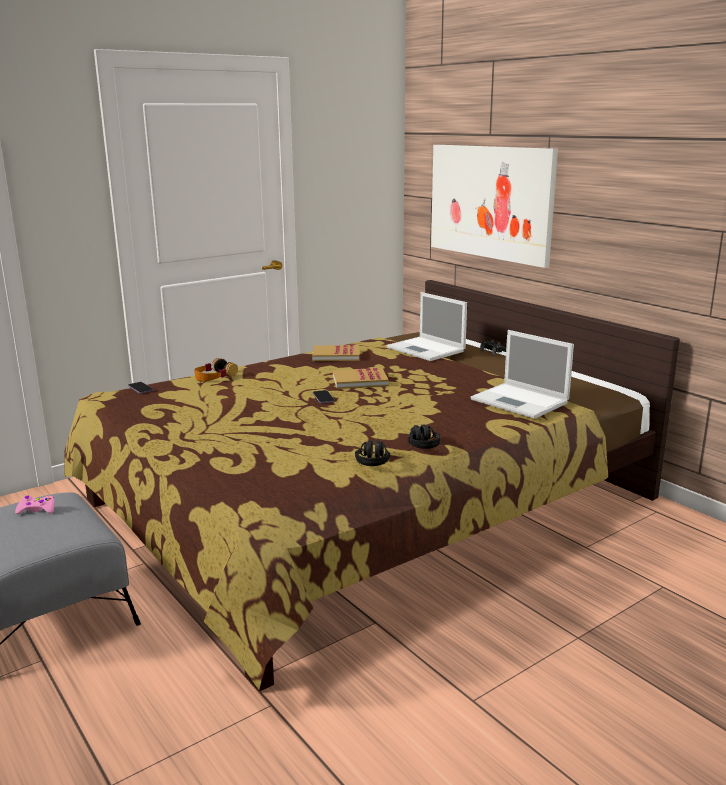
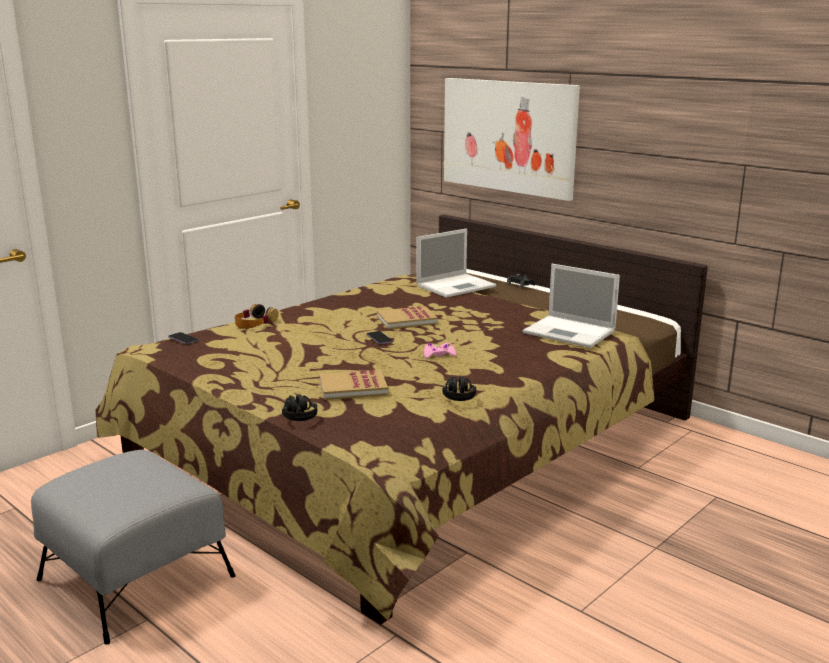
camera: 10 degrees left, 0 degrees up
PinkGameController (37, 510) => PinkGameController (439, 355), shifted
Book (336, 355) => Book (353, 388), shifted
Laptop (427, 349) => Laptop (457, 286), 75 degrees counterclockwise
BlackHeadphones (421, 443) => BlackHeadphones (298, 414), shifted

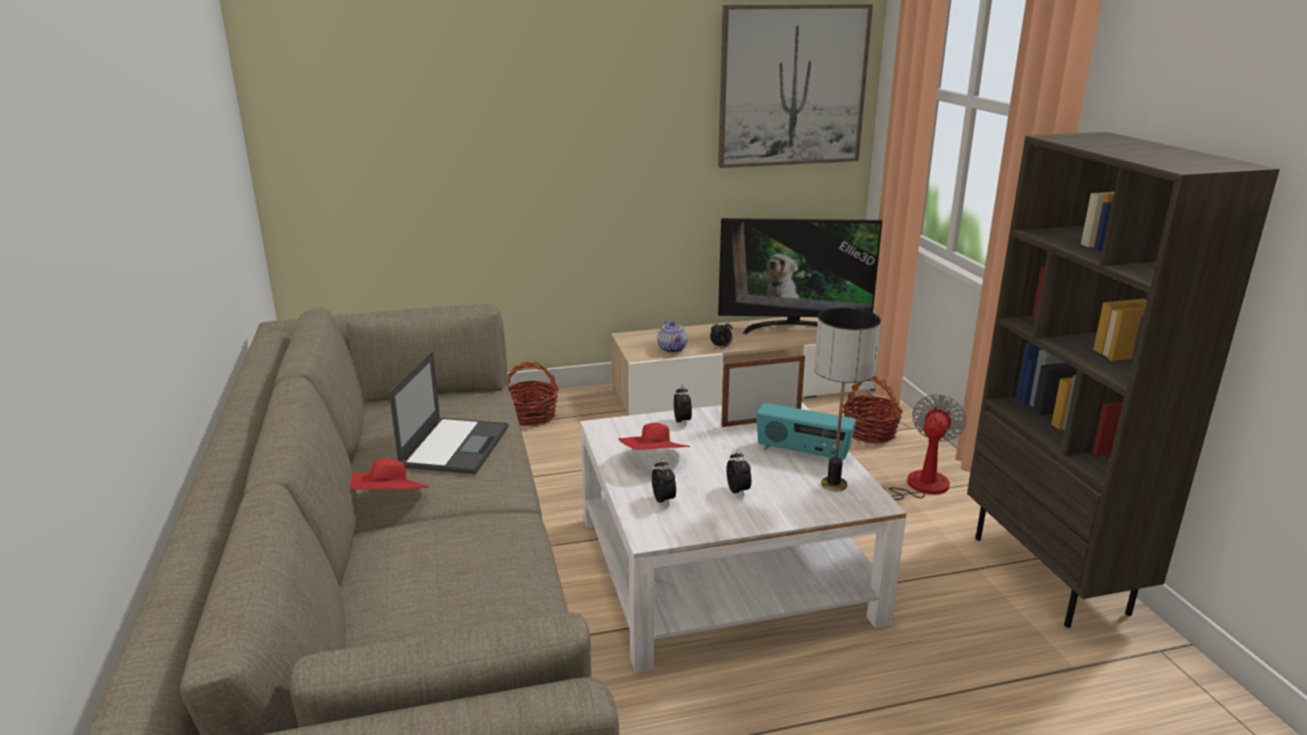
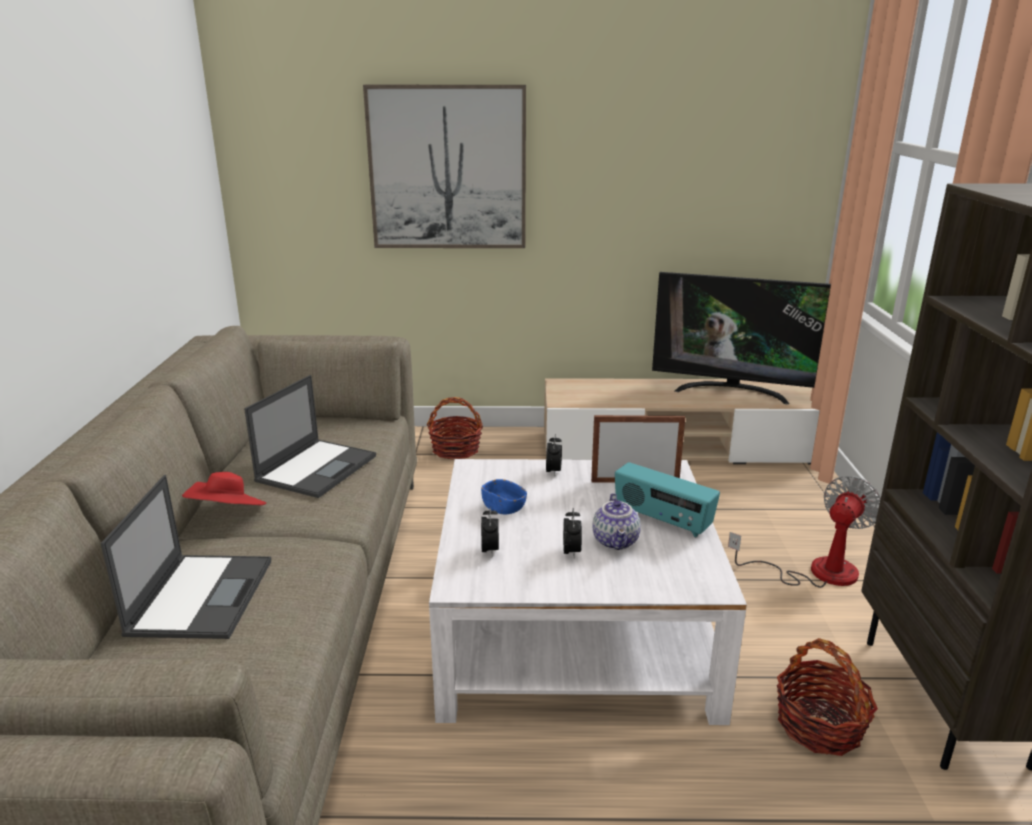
camera: 15 degrees right, 0 degrees up
RedHat (654, 461) => BlueBowl (503, 508)
Teapot (673, 349) => Teapot (616, 542), shifted
AlarmClock (721, 347) => nothing
Picture (792, 86) => Picture (447, 168), shifted
TableLamp (834, 484) => nothing
Basket (870, 432) => Basket (819, 725), shifted
nothing => Laptop (202, 595)

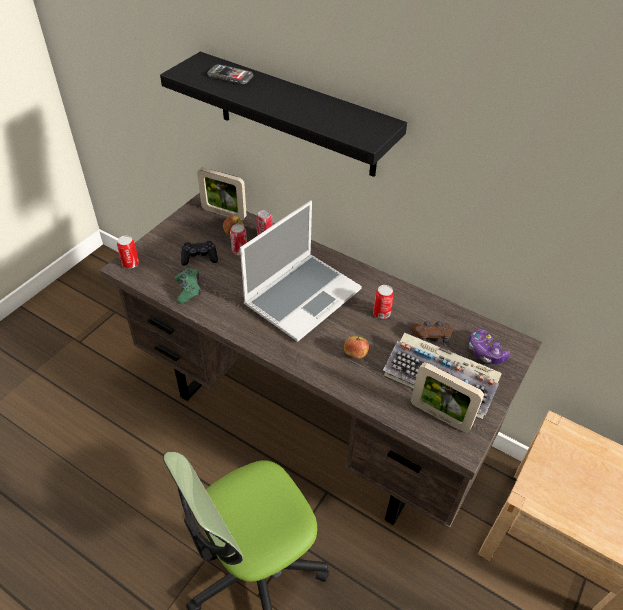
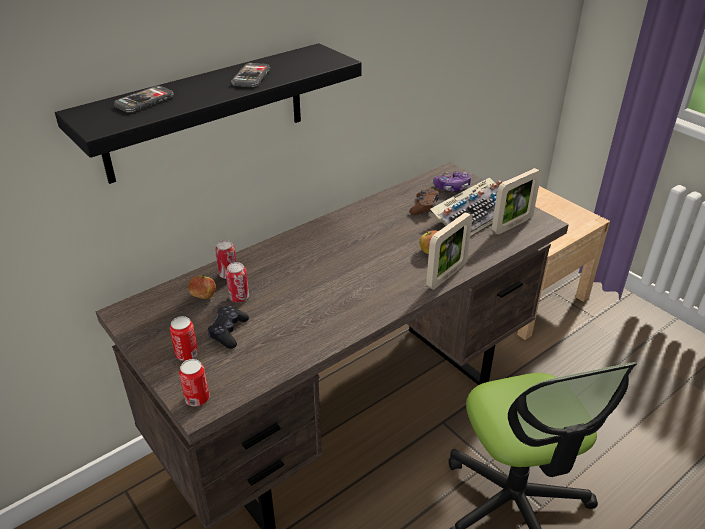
camera: 70 degrees left, 10 degrees down
GreenGameController (188, 289) => nothing
PictureFrame (224, 213) => PictureFrame (446, 276), shifted
Laptop (302, 296) => nothing
Can (381, 313) => Can (187, 354), shifted
nothing => Phone (251, 77)

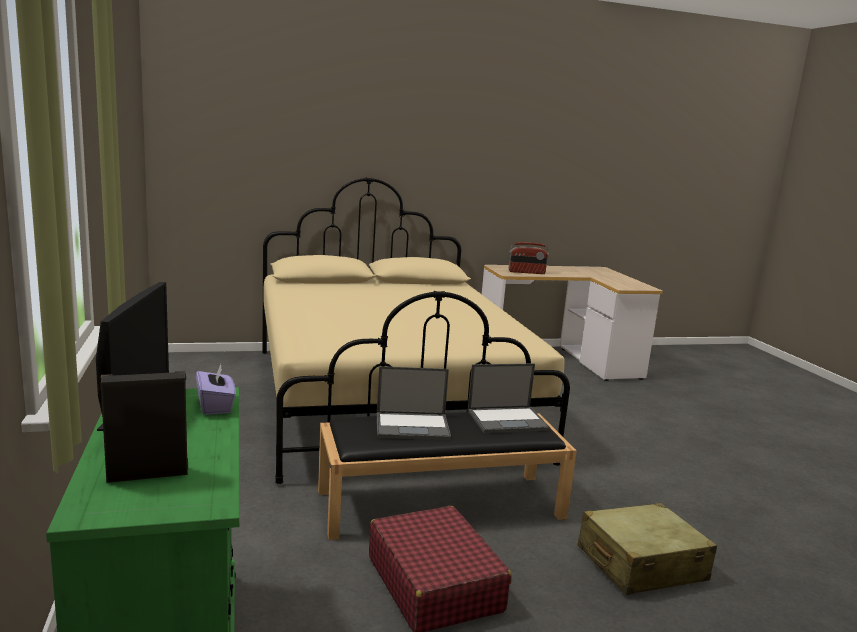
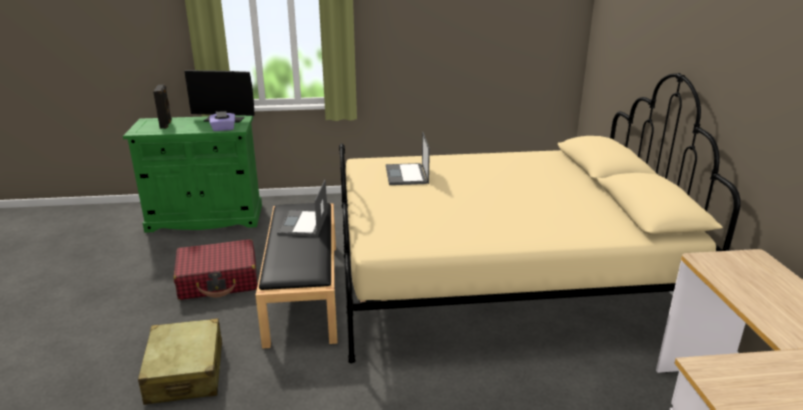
camera: 100 degrees right, 10 degrees up
Laptop (508, 420) => Laptop (407, 175), shifted
Radio (526, 272) => nothing

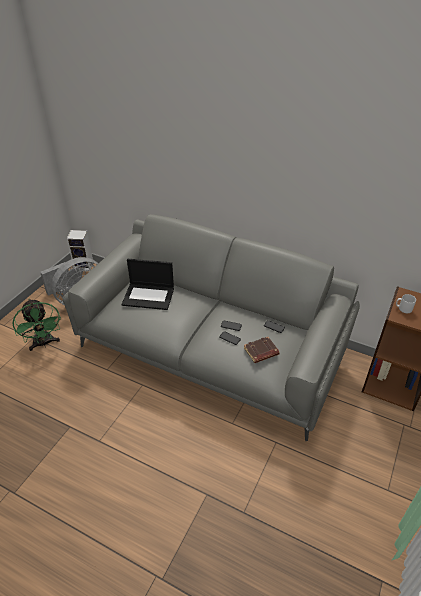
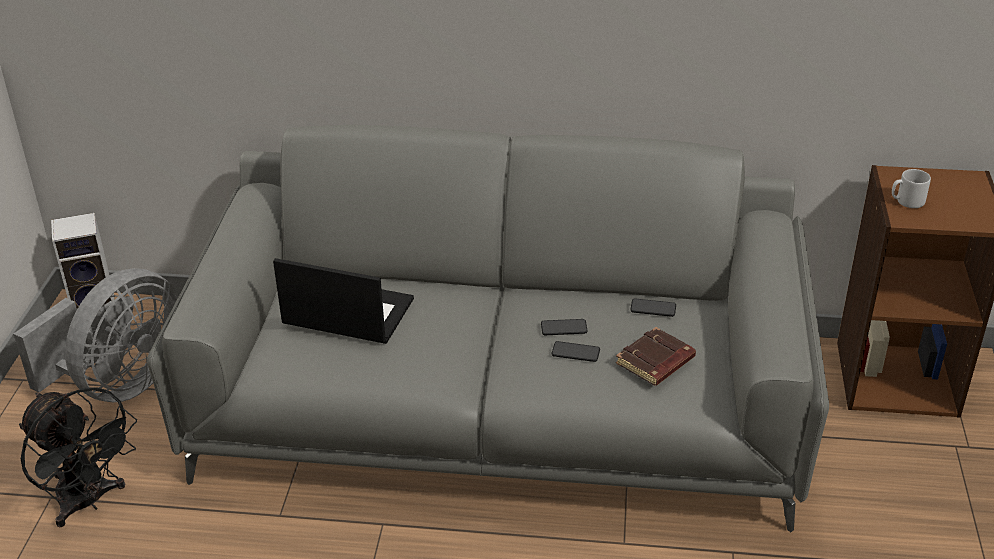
camera: 20 degrees left, 5 degrees down
GreenFan (44, 343) => BlackFan (88, 502)
Laptop (149, 296) => Laptop (346, 313), 150 degrees counterclockwise

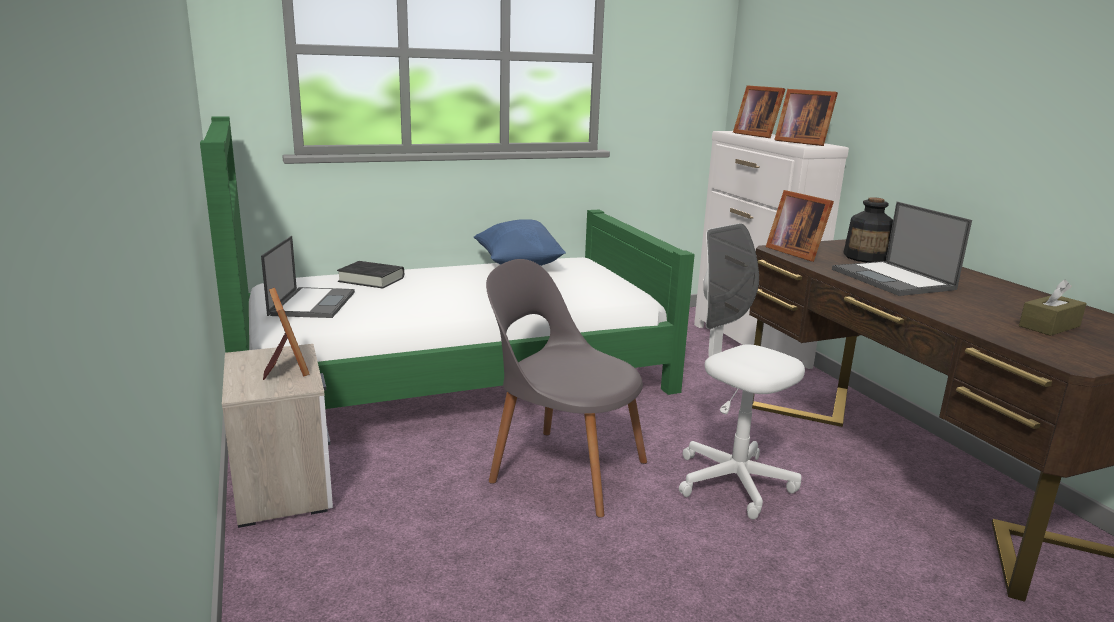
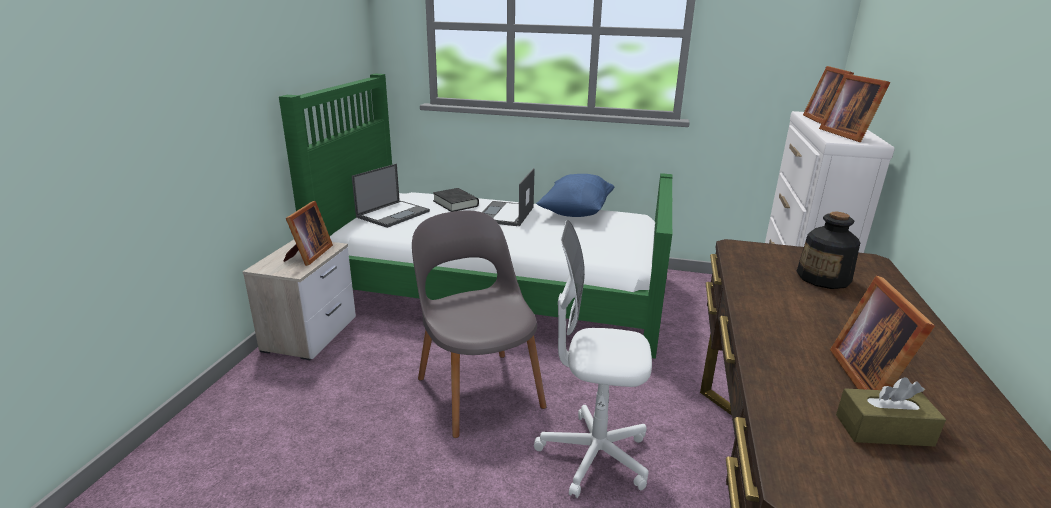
camera: 35 degrees right, 5 degrees up
WhiteOfficeChair (733, 482) => WhiteOfficeChair (594, 456), 75 degrees counterclockwise
PictureFrame (796, 253) => PictureFrame (870, 376), shifted
Laptop (893, 279) => Laptop (505, 214), shifted

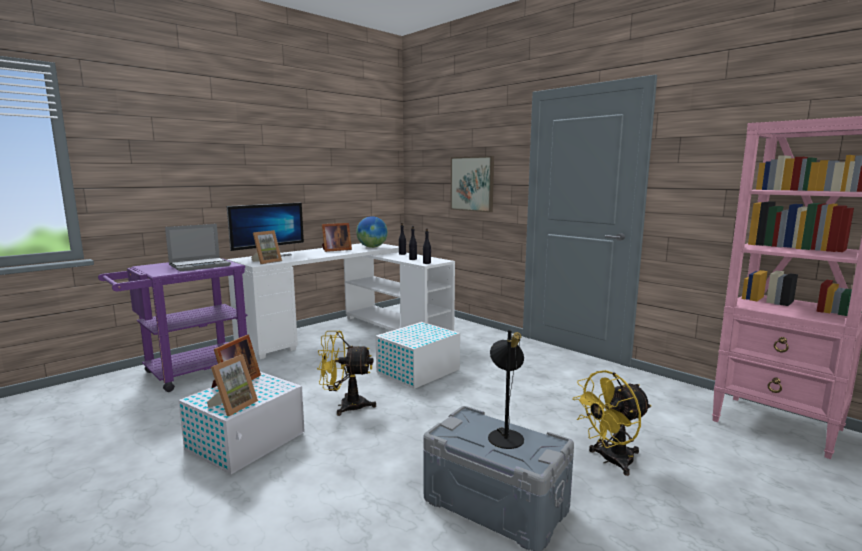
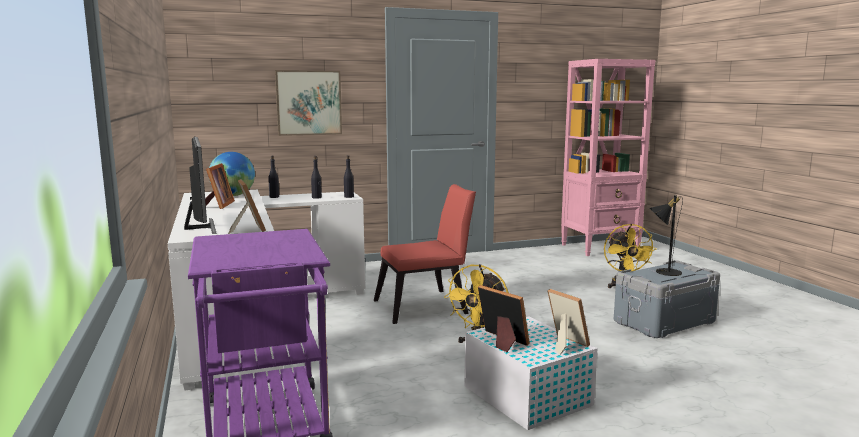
camera: 65 degrees left, 0 degrees up
Laptop (200, 265) => nothing
WhiteStorageBox (417, 371) => RedChair (426, 307)

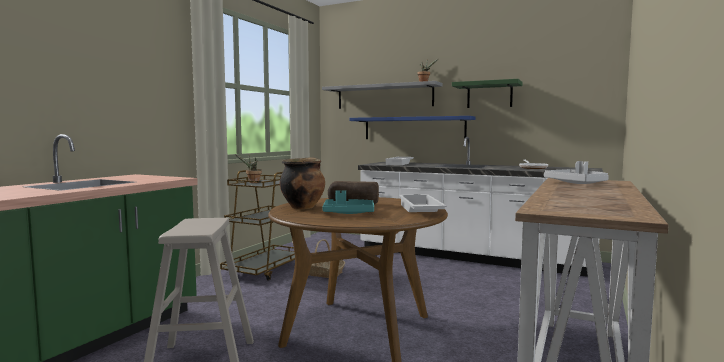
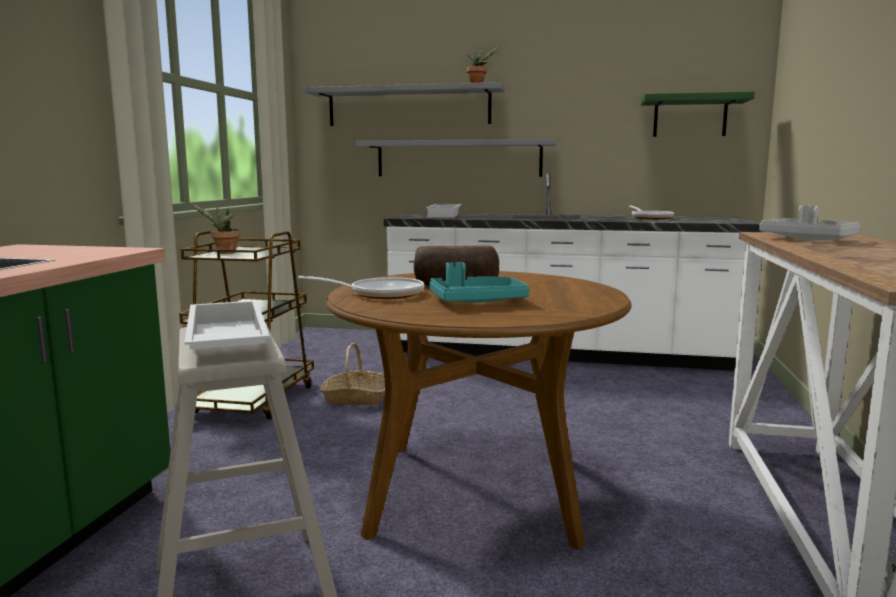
camera: 15 degrees left, 5 degrees up
CookingPot (303, 207) => FryingPan (380, 294)
BlueShelf (413, 128) => GreyShelf (458, 159)
WhiteTray (419, 210) => WhiteTray (224, 341), shifted
GreenShelf (489, 95) => GreenShelf (690, 117), shifted

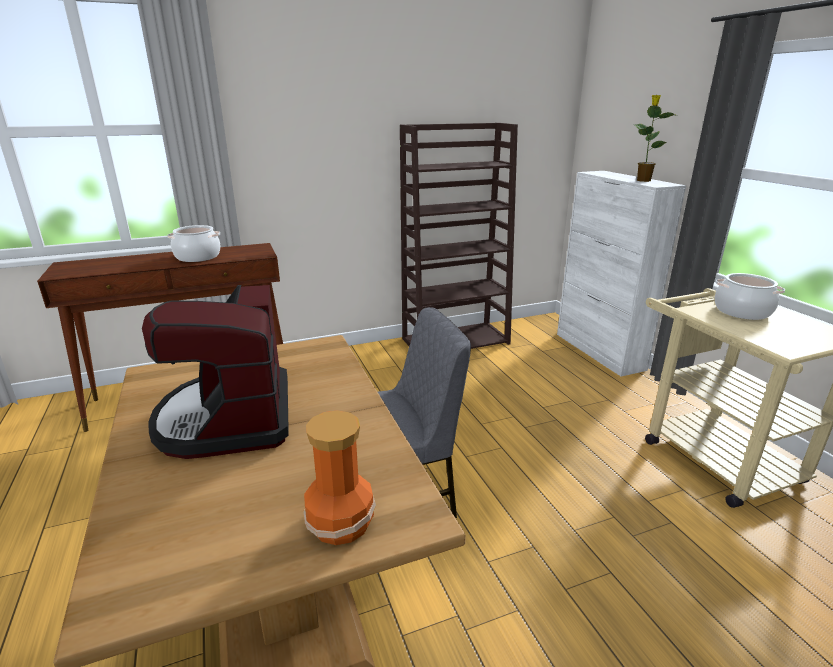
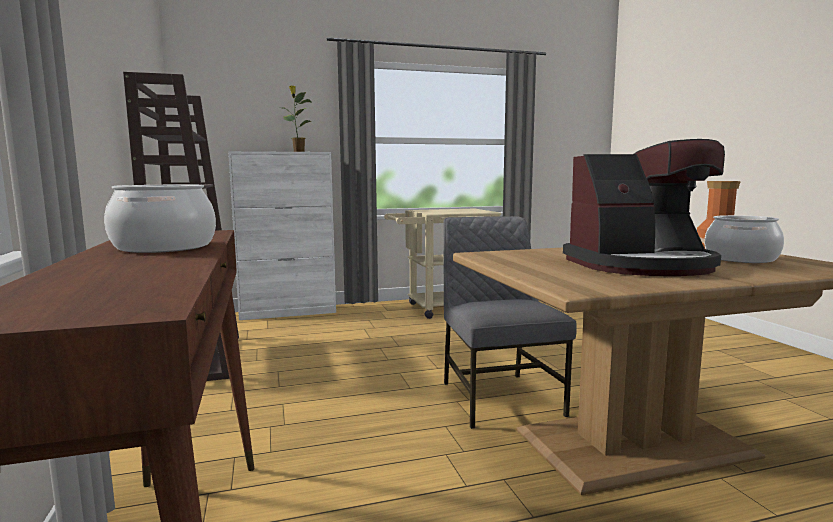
camera: 85 degrees left, 15 degrees down
CookingPot (741, 311) => CookingPot (741, 259), shifted

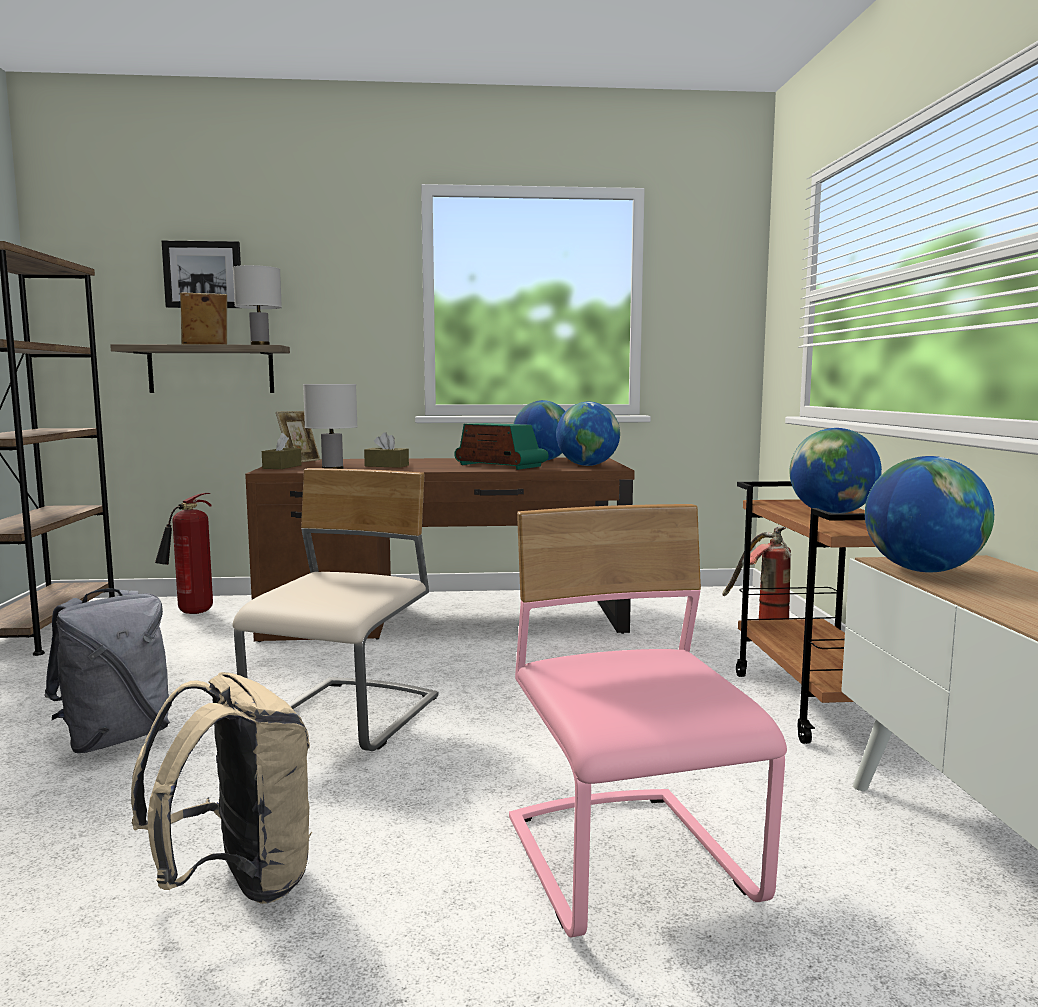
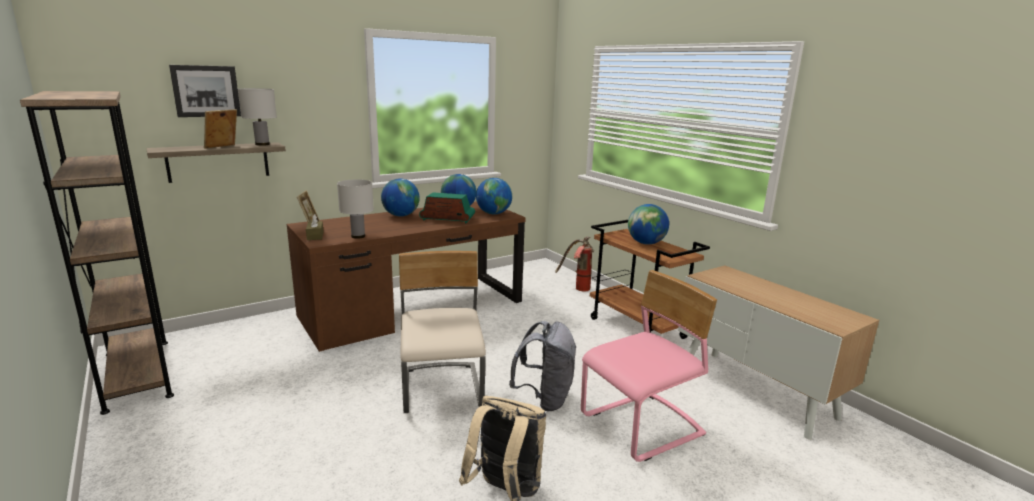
camera: 30 degrees left, 10 degrees up
GreyBackpack (116, 738) => GreyBackpack (544, 399), shifted
FireExtinguisher (192, 613) => nothing
BrownTissueBox (386, 466) => nothing
PinkChair (630, 863) => PinkChair (642, 427), 105 degrees clockwise
Globe (922, 571) => Globe (401, 215), shifted

